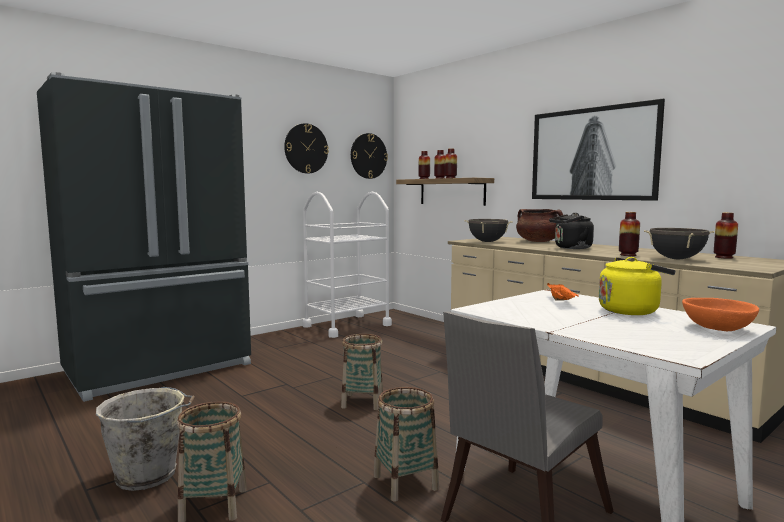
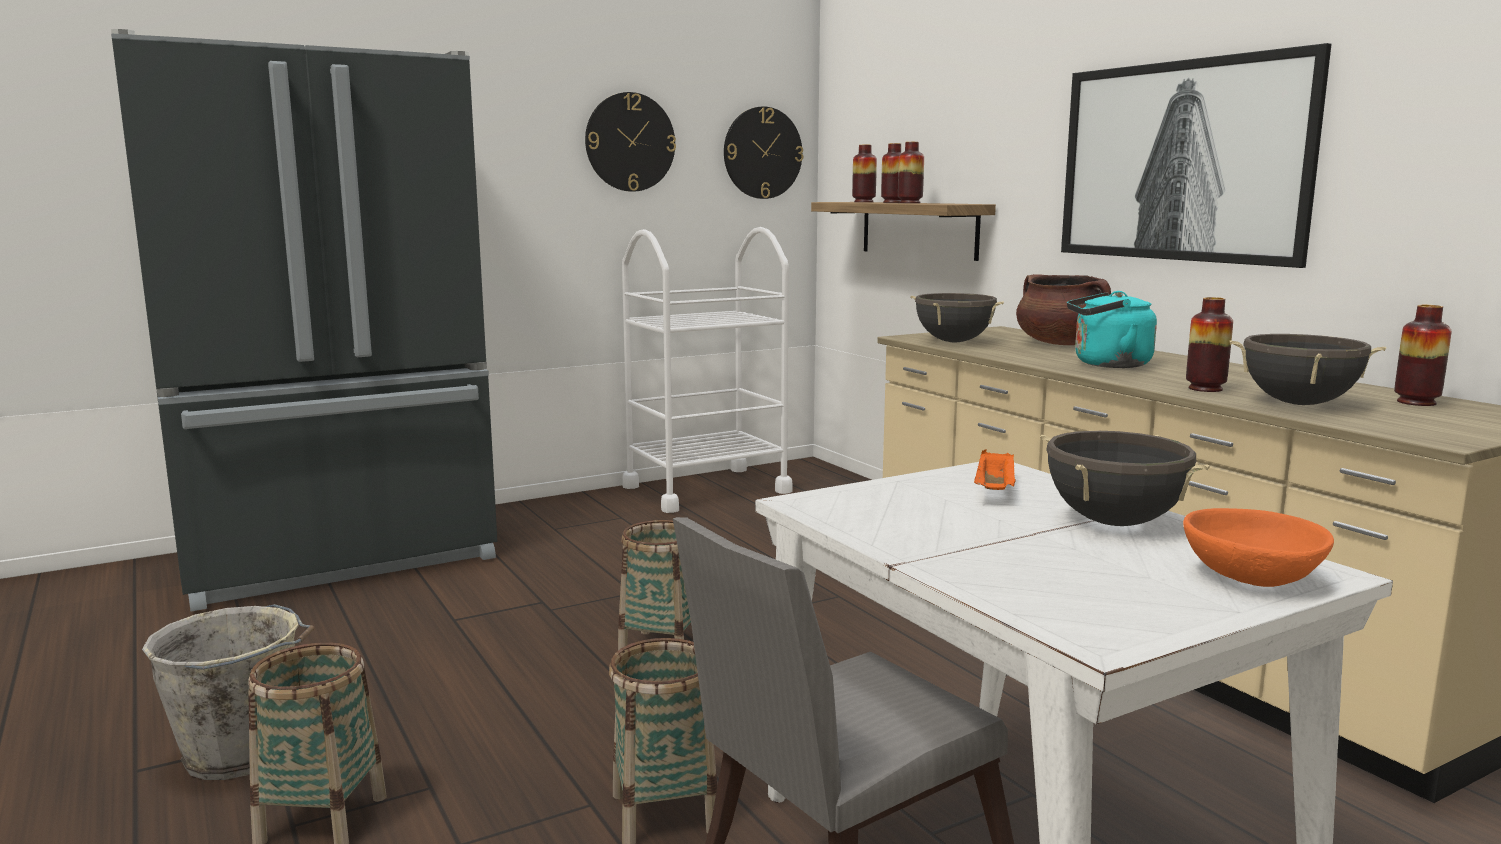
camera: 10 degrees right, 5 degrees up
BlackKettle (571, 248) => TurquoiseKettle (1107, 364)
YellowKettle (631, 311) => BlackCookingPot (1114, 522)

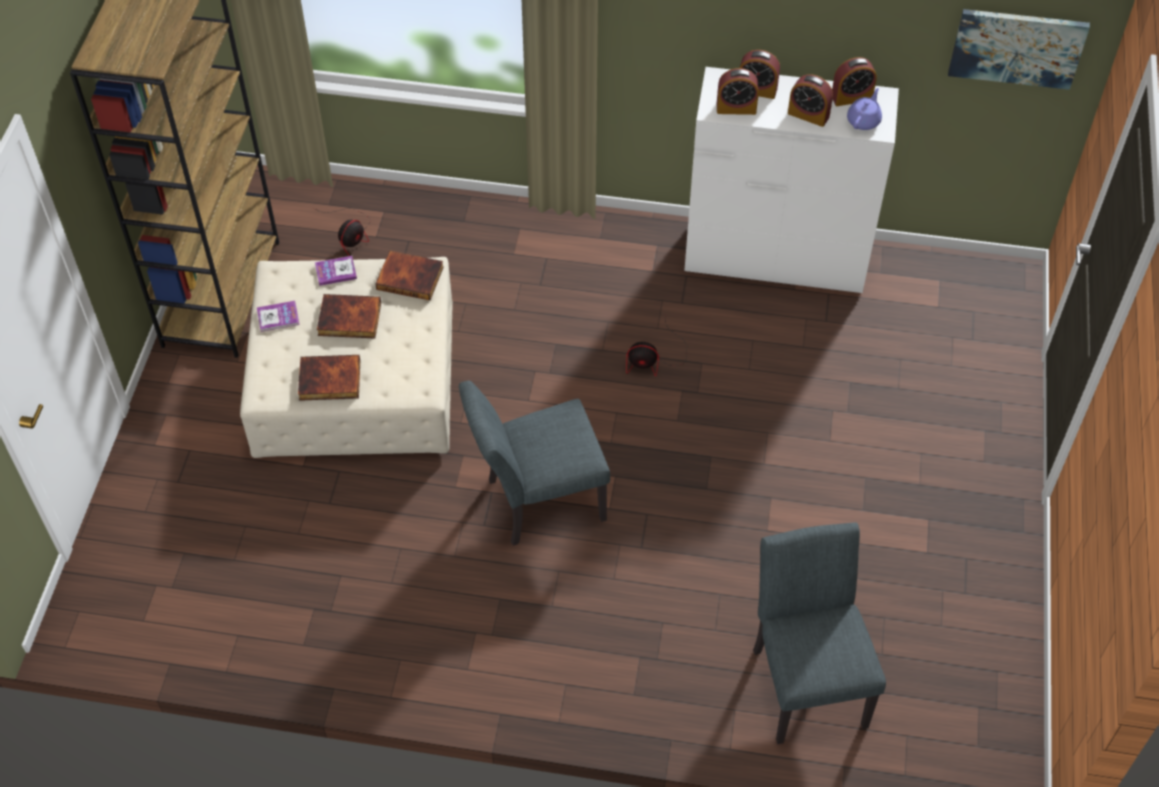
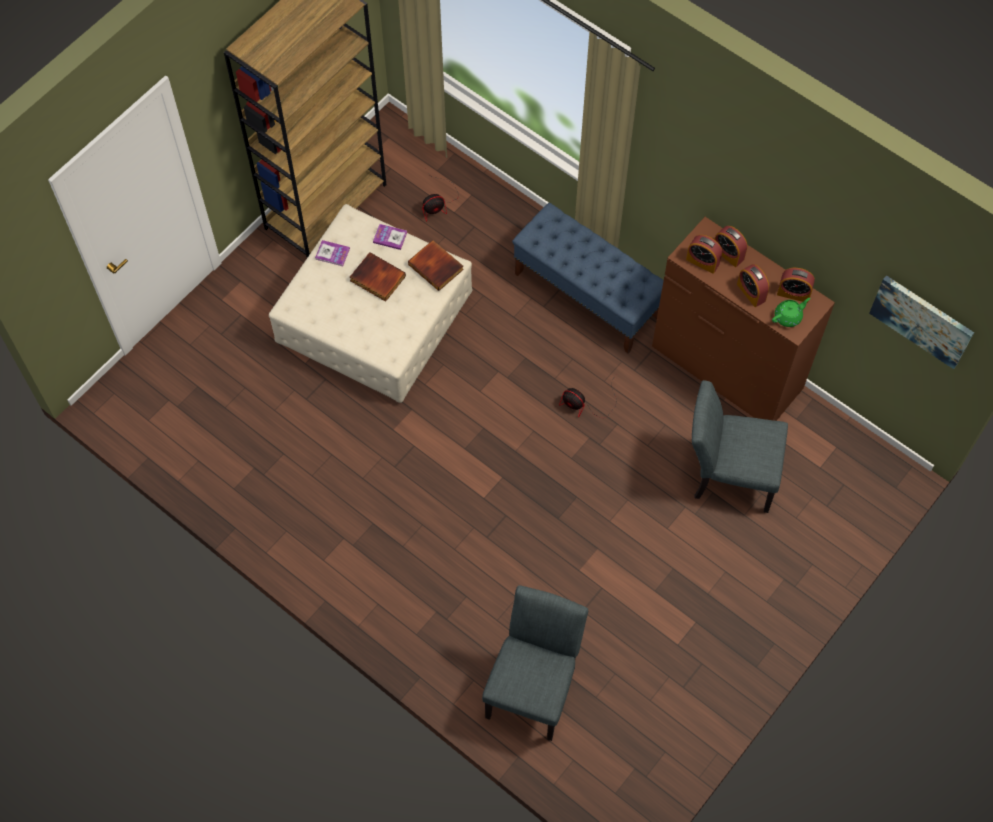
camera: 30 degrees right, 10 degrees up
Book (329, 381) => nothing
GreyChair (536, 502) => GreyChair (727, 475), shifted
WhiteDresser (775, 257) => BrownDresser (726, 368)
PurpleTeapot (863, 120) => GreenTeapot (788, 316)
nothing => BlueBench (587, 295)

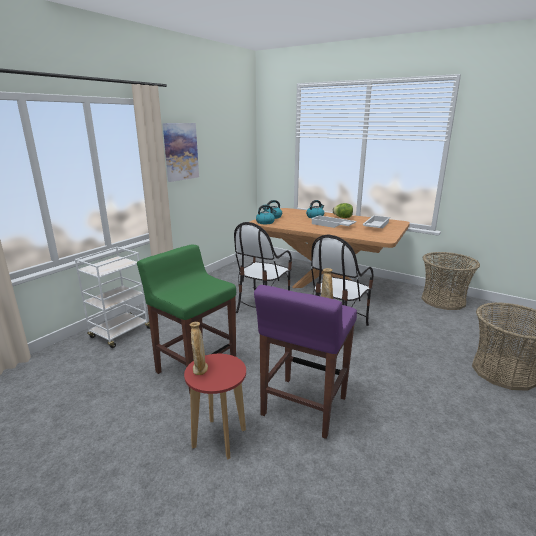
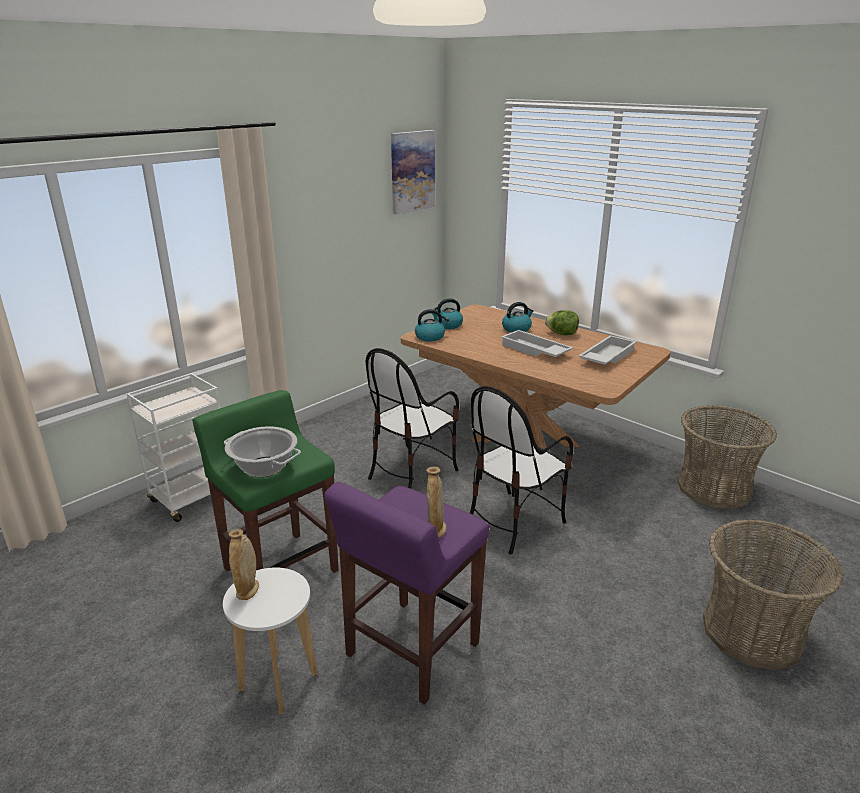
camera: 10 degrees right, 5 degrees up
Picture (180, 151) => Picture (412, 171), shifted
RedStool (219, 438) => WhiteStool (278, 682)
nothing => CookingPot (263, 467)

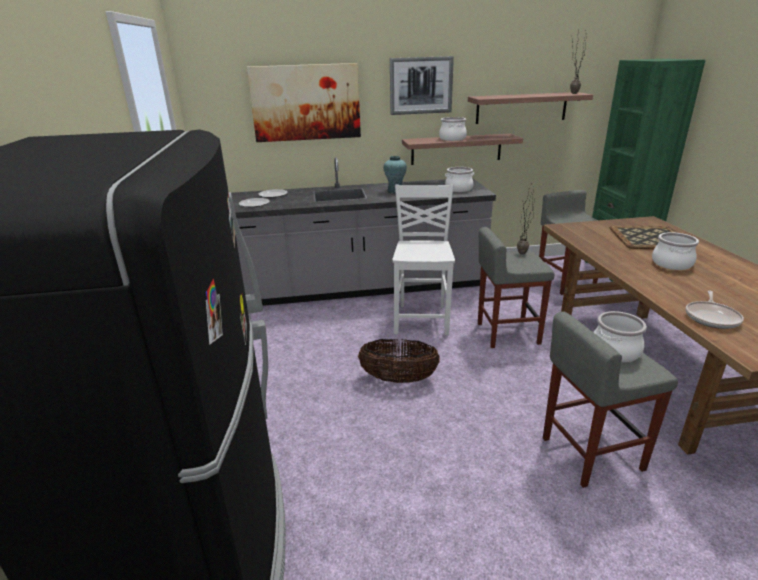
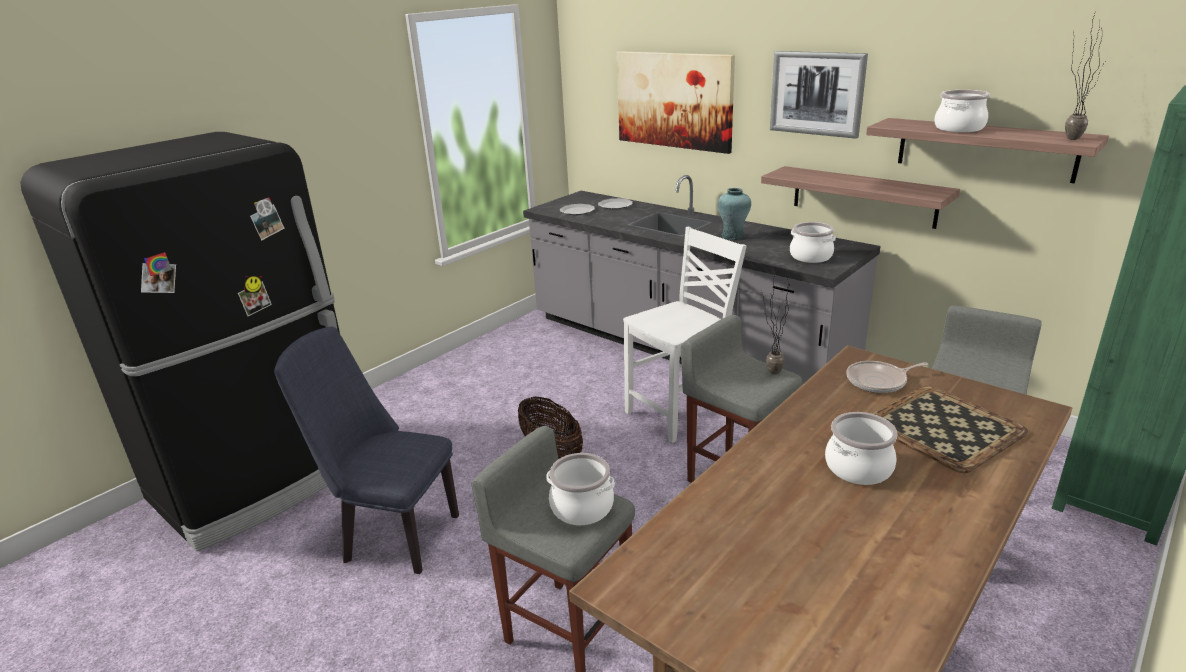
camera: 50 degrees right, 0 degrees up
CookingPot (452, 139) => CookingPot (959, 128), shifted
FryingPan (712, 317) => FryingPan (879, 381), shifted
nothing => BlueChair (393, 535)

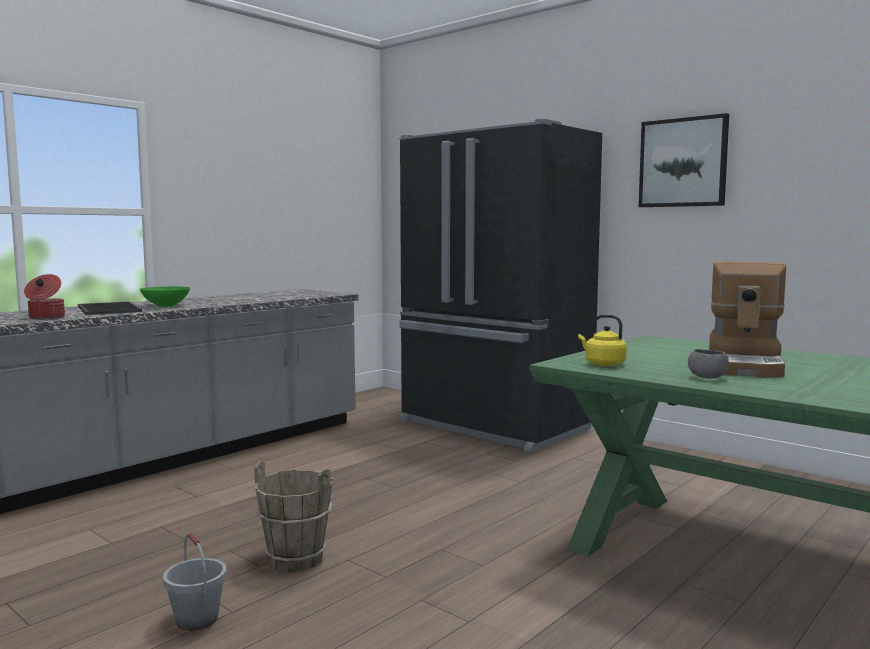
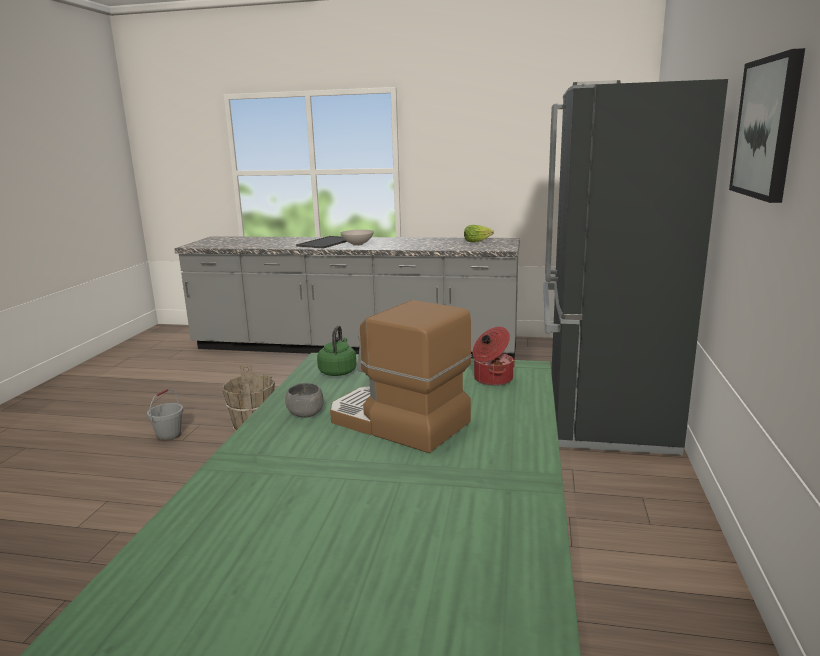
camera: 60 degrees right, 10 degrees up
CookingPot (46, 318) => CookingPot (492, 379), shifted
GreenBowl (165, 306) => WhiteBowl (357, 244)
YellowKettle (603, 364) => GreenKettle (338, 371)
CoffeeMachine (745, 365) => CoffeeMachine (397, 422), 45 degrees clockwise
nothing => Lettuce (477, 241)

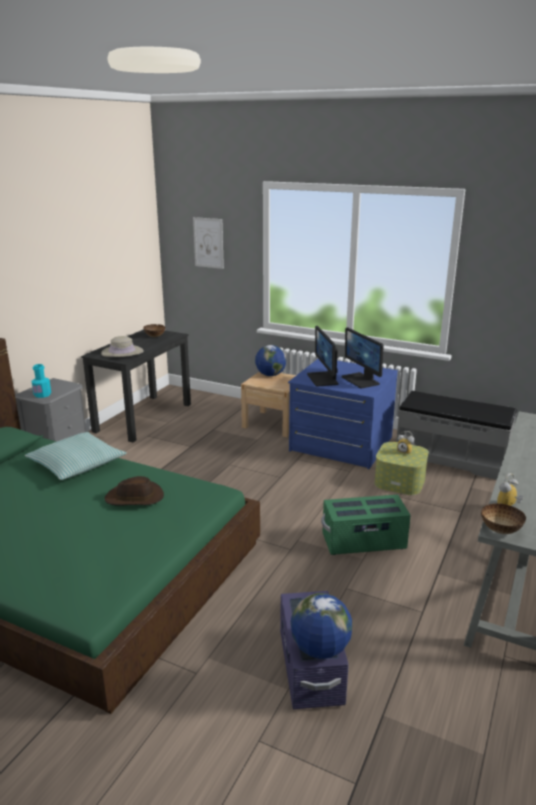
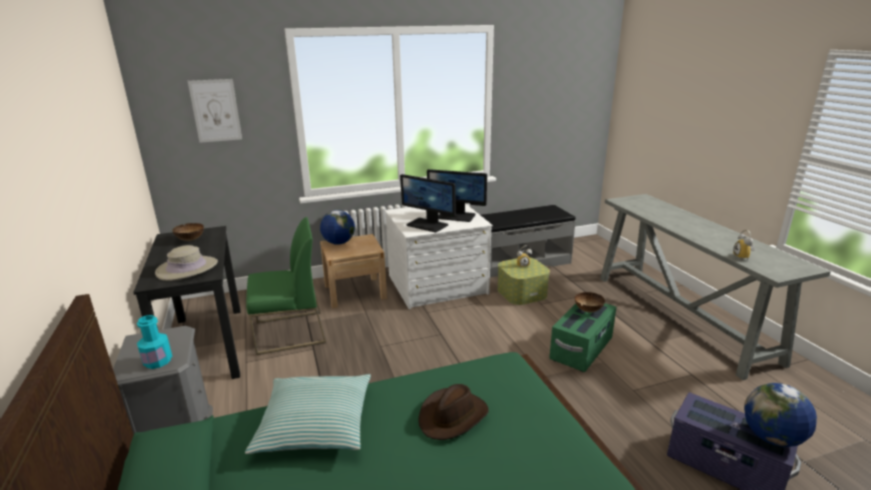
camera: 45 degrees left, 0 degrees up
BlueDresser (340, 444) => WhiteDresser (437, 285)
Bowl (501, 530) => Bowl (588, 310), shifted
nothing => GreenChair (289, 333)

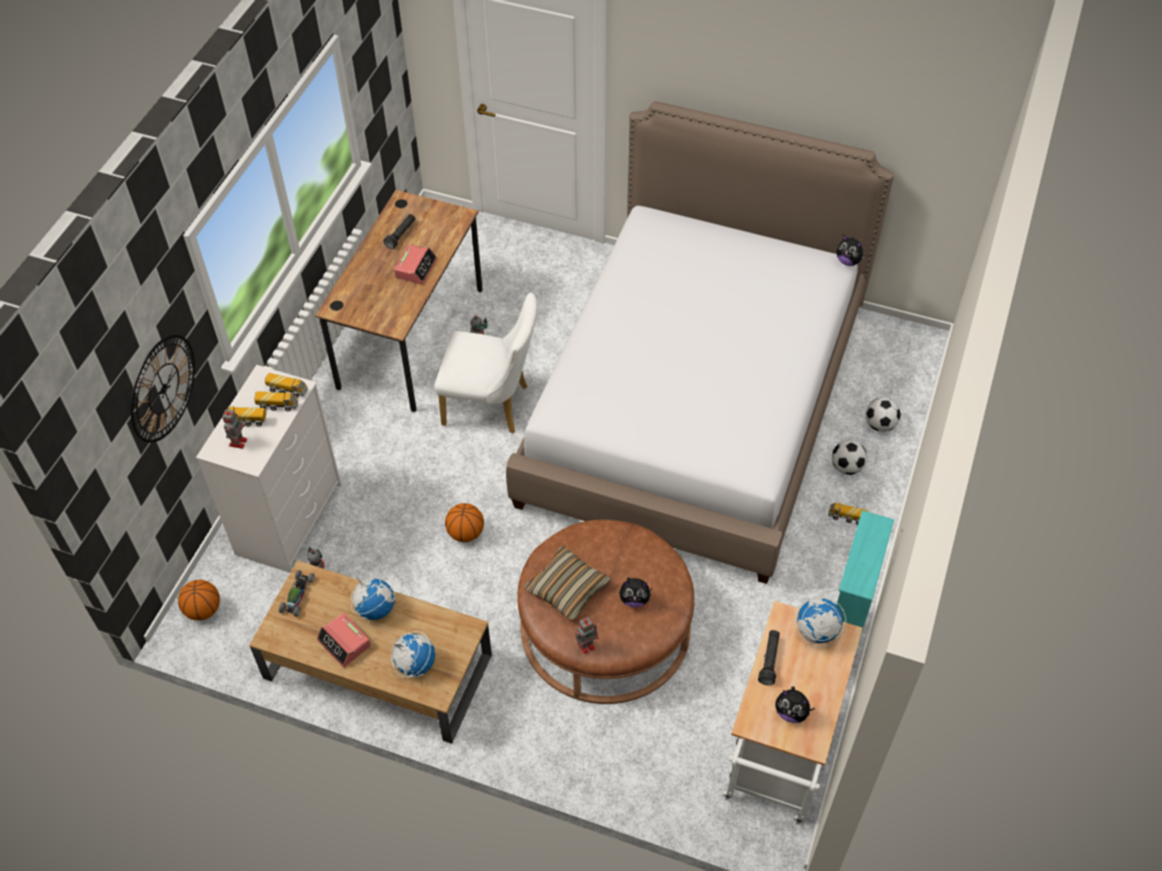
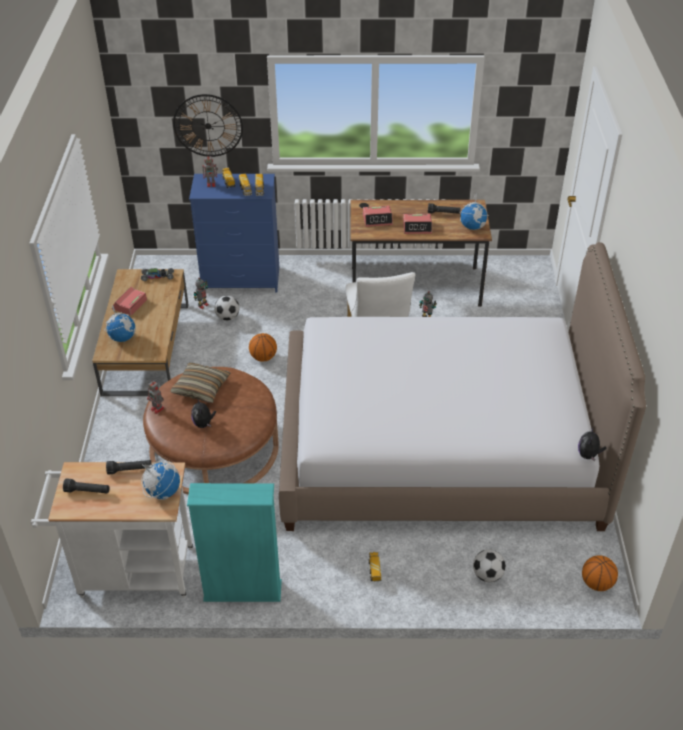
camera: 70 degrees right, 10 degrees down
Basketball (203, 610) => Basketball (596, 583), shifted
WhiteDresser (289, 518) => BlueDresser (242, 279)
Globe (375, 608) => Globe (472, 227), shifted
PlushToy (791, 712) => BlackFlashlight (87, 491)
Football (846, 467) => Football (228, 317), shifted
nothing => AlarmClock (377, 220)

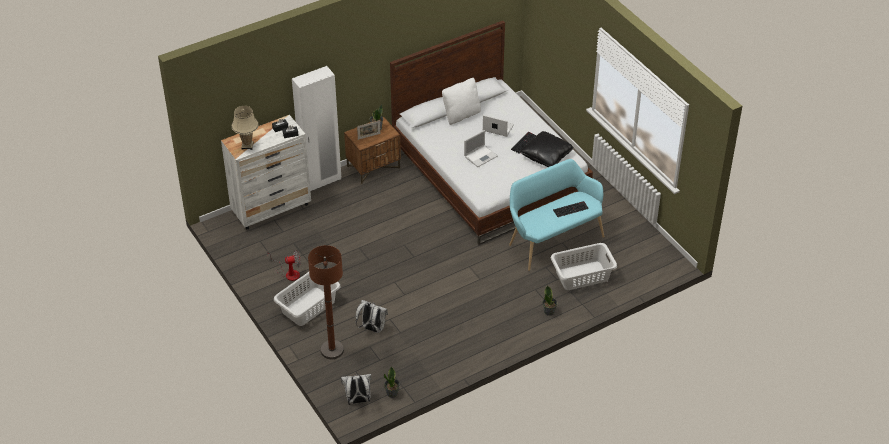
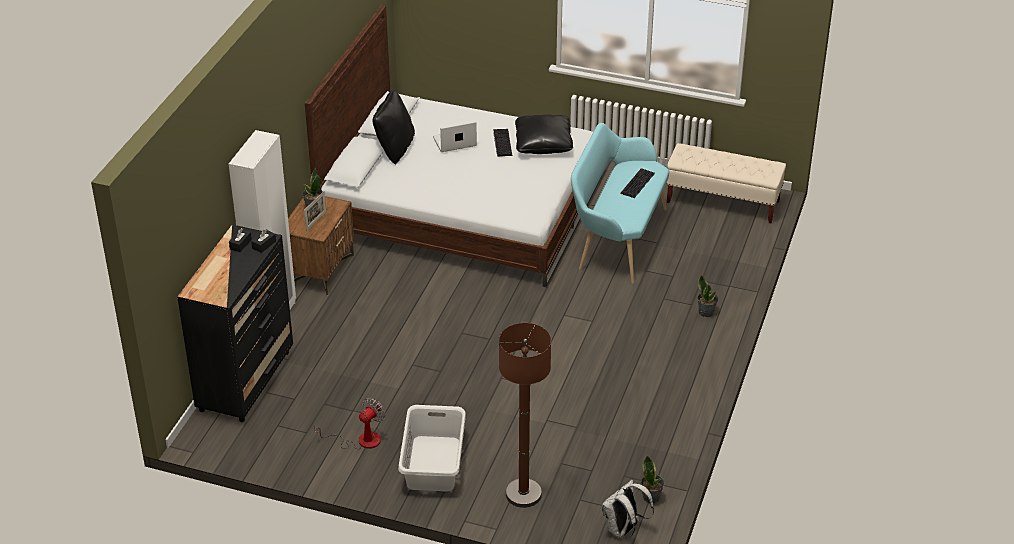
camera: 40 degrees left, 5 degrees down
WhiteDresser (271, 208) => BlackDresser (246, 380)
BeigeTableLamp (247, 146) => nothing
WhiteBackpack (372, 328) => nothing
WhitePillow (461, 115) => BlackPillow (395, 149)
Laptop (481, 156) => nothing
WhiteLaundryBasket (582, 276) => nothing
nothing => BeigeBench (723, 202)

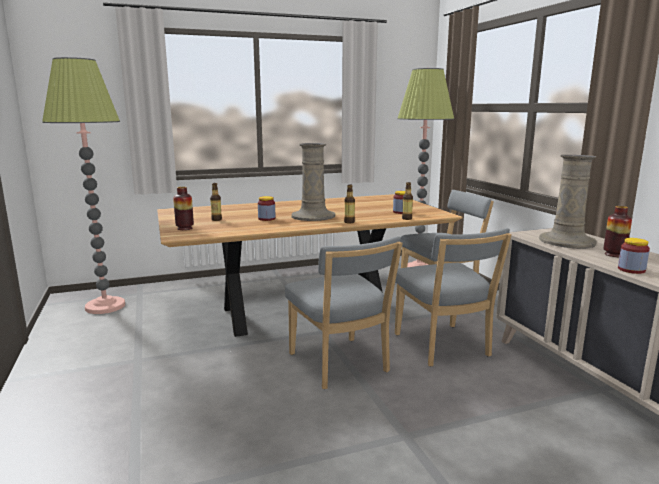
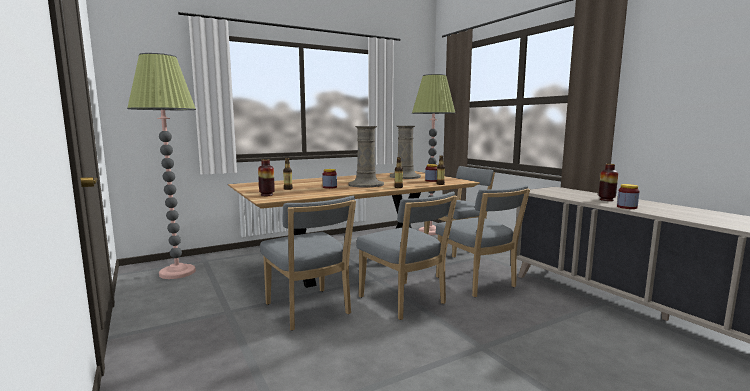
camera: 10 degrees left, 5 degrees down
BeigeVase (567, 241) => BeigeVase (405, 177), shifted
nothing => GreyChair (309, 310)

